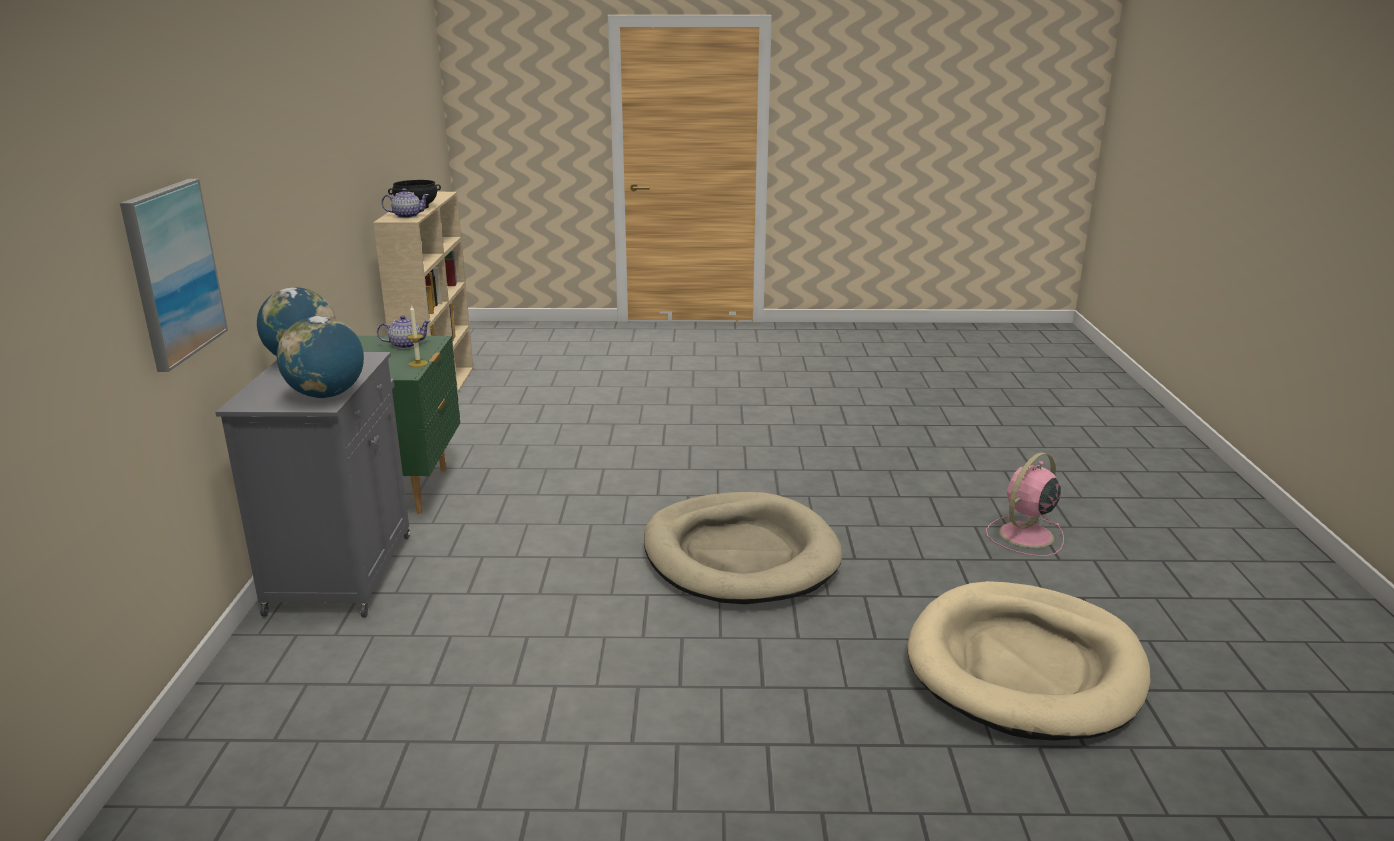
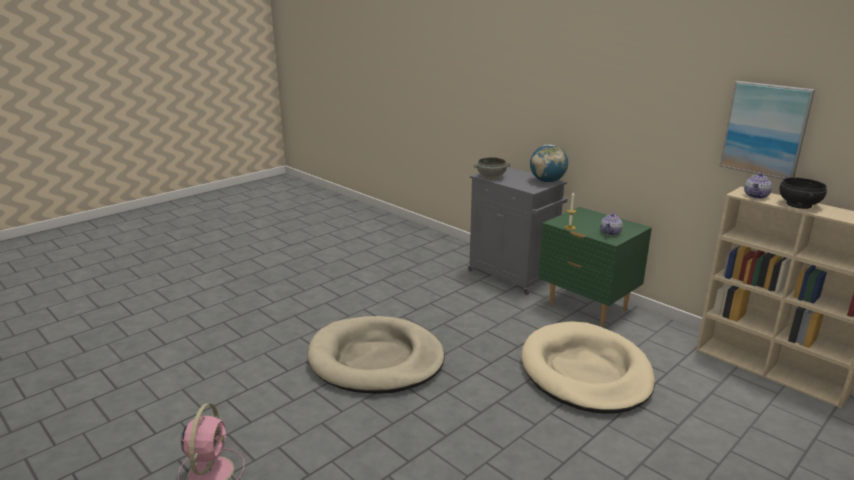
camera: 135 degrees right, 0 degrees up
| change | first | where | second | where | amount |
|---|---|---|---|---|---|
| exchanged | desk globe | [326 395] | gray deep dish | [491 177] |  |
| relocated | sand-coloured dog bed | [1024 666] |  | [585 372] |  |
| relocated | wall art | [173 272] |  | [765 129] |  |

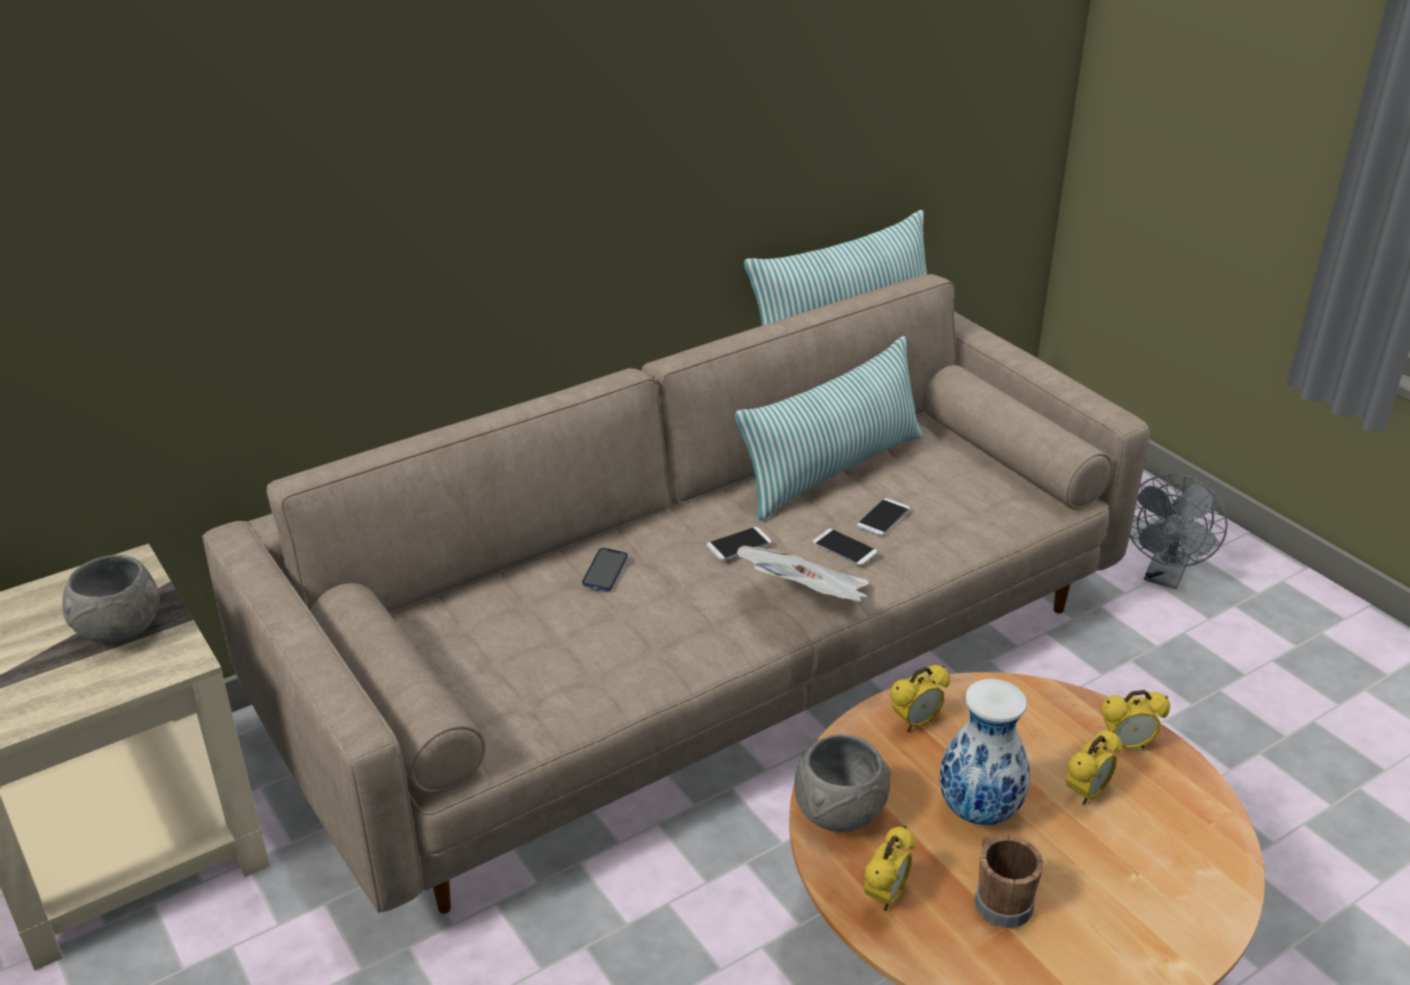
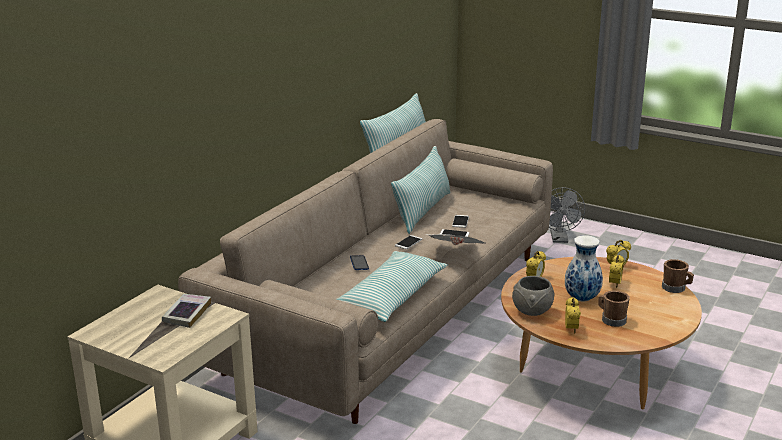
camera: 25 degrees left, 10 degrees down
| change | first | where | second | where | amount |
|---|---|---|---|---|---|
| exchanged | gray deep dish | [123 633] | bound book | [187 314] |  |
| appeared |  |  | cushion | [390 298] |  |
| appeared |  |  | brown coffee mug | [676 288] |  |

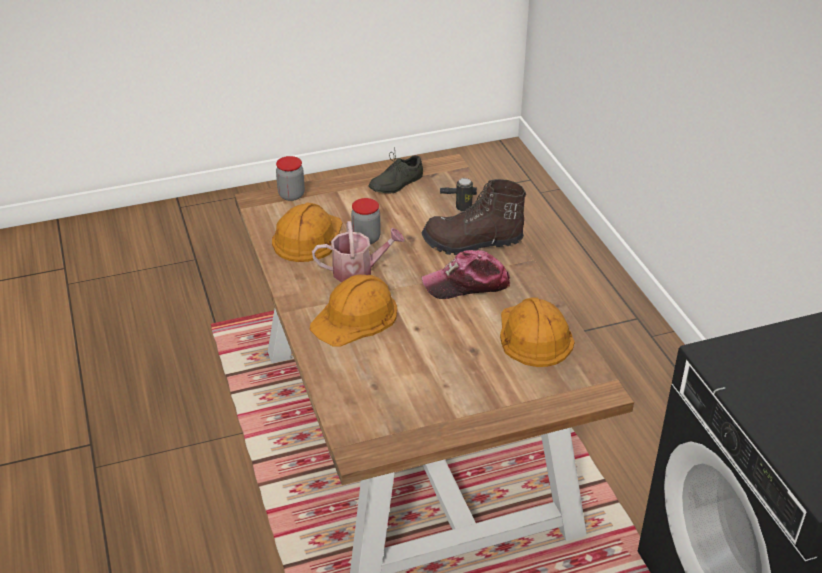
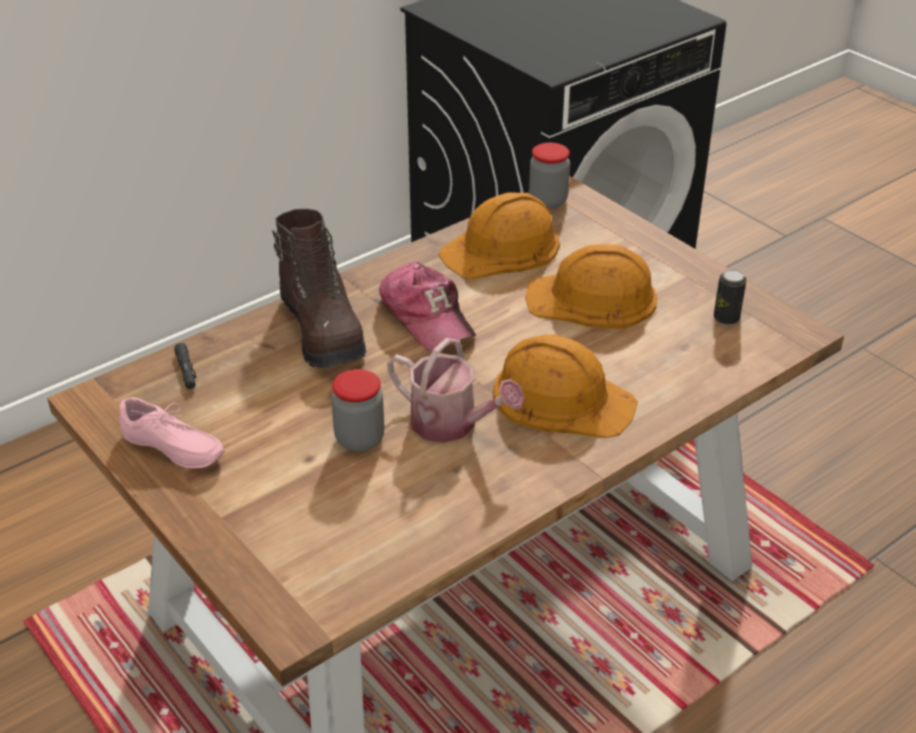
camera: 110 degrees left, 0 degrees up
| change | first | where | second | where | amount |
|---|---|---|---|---|---|
| colour | gray item of footwear | [395 182] | pink item of footwear | [170 449] |  |
| spun | watering can | [358 271] |  | [452 424] | 150 degrees clockwise |
| relocated | orangey safety helmet | [307 237] |  | [593 299] |  |
| relocated | preserve jar | [291 195] |  | [548 201] |  |
| relocated | metal can | [463 207] |  | [726 318] |  |

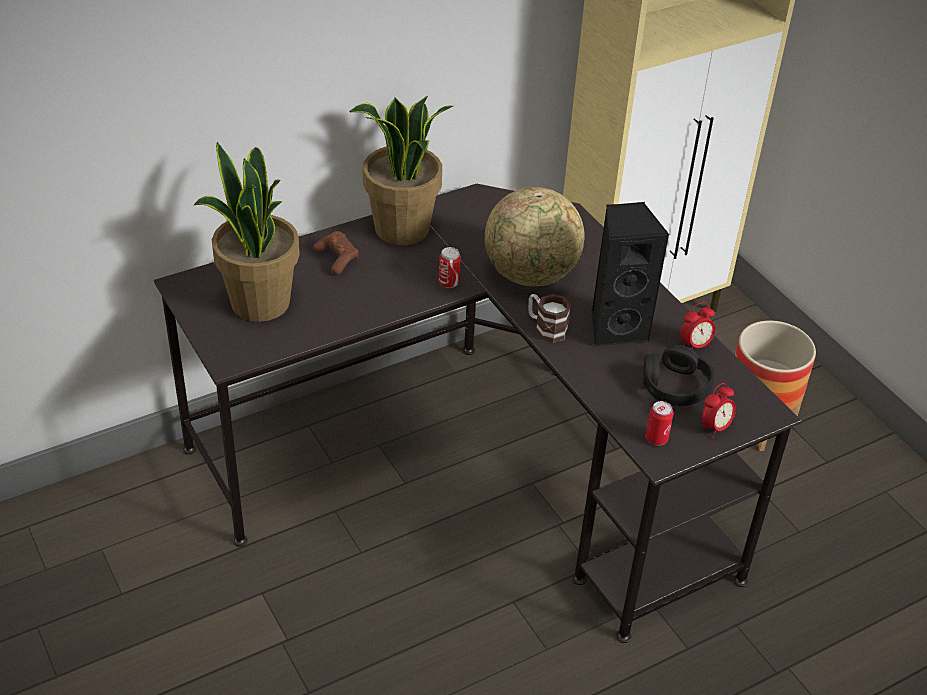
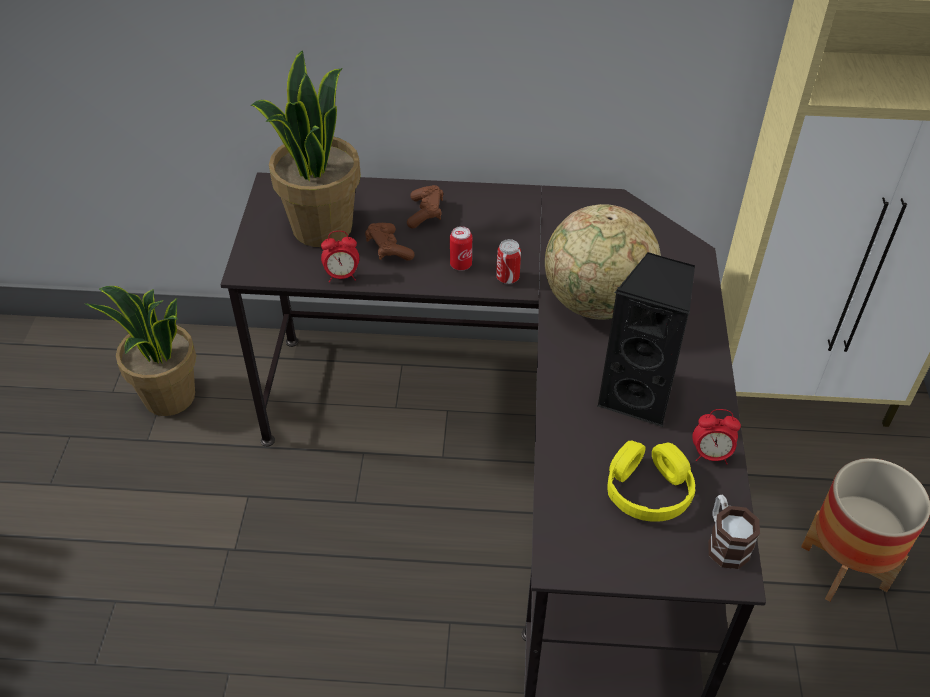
camera: 35 degrees right, 5 degrees up
| change | first | where | second | where | amount |
|---|---|---|---|---|---|
| relocated | houseplant | [402 230] |  | [168 397] |  |
| relocated | table clock | [715 427] |  | [342 276] |  |
| appeared |  |  | brown joypad | [388 249] |  |
| relocated | metal can | [656 439] |  | [461 264] |  |
| colour | black pair of headphones | [675 386] | yellow-coloured pair of headphones | [648 490] |  |
| relocated | coffee mug | [545 328] |  | [724 542] |  |

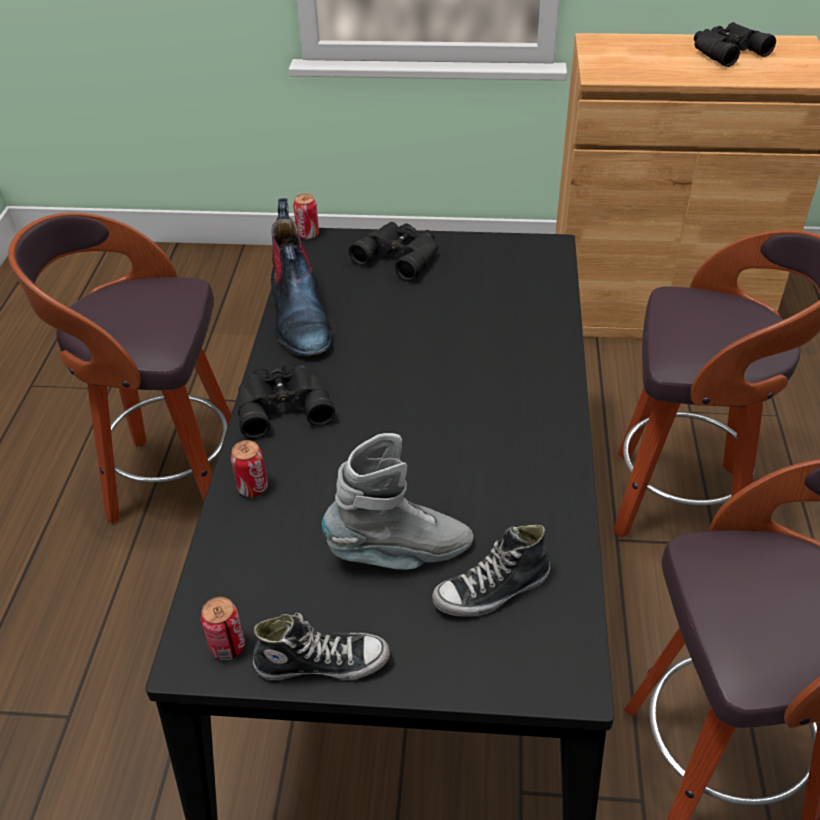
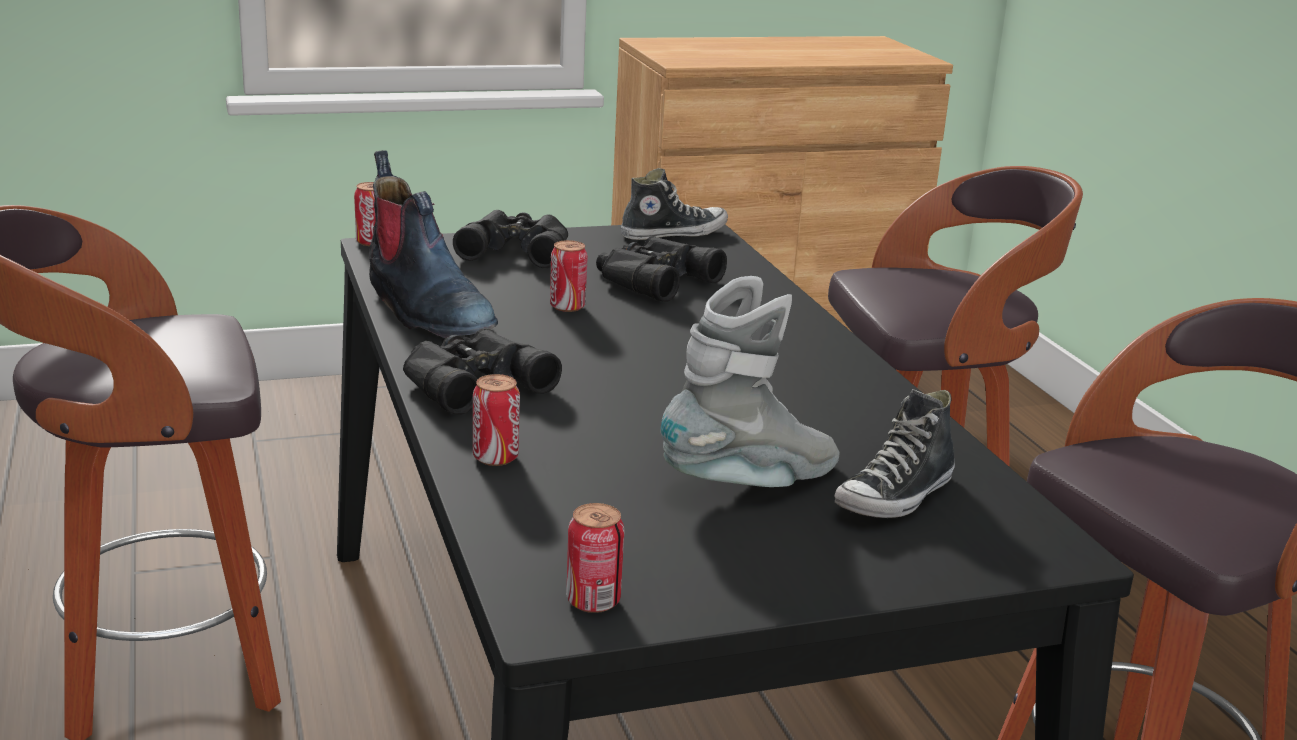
camera: 25 degrees left, 20 degrees down
| change | first | where | second | where | amount |
|---|---|---|---|---|---|
| appeared |  |  | metal can | [567 306] |  |
| relocated | black field glasses | [725 51] |  | [651 280] |  |
| relocated | item of footwear | [322 662] |  | [673 233] |  |

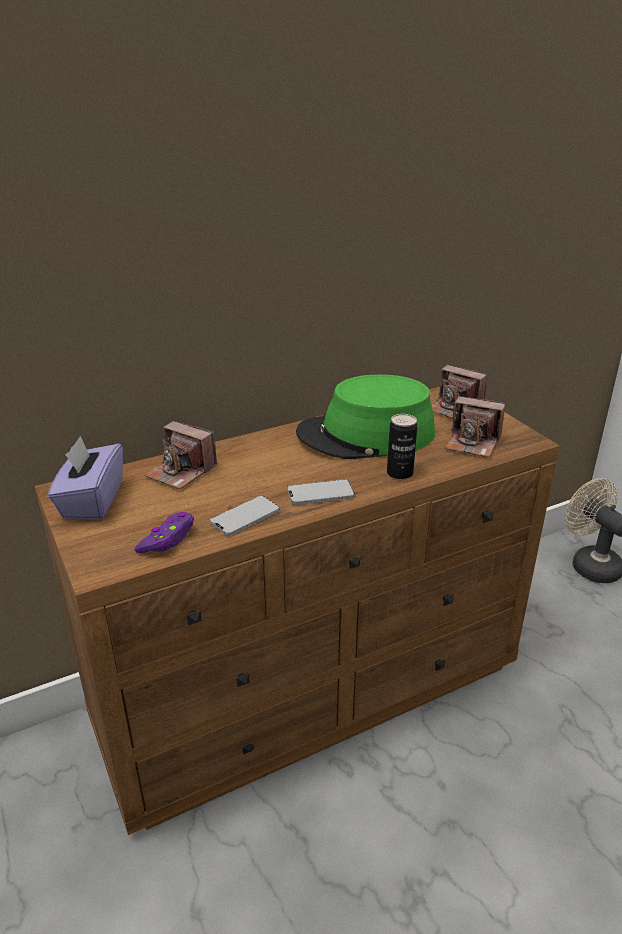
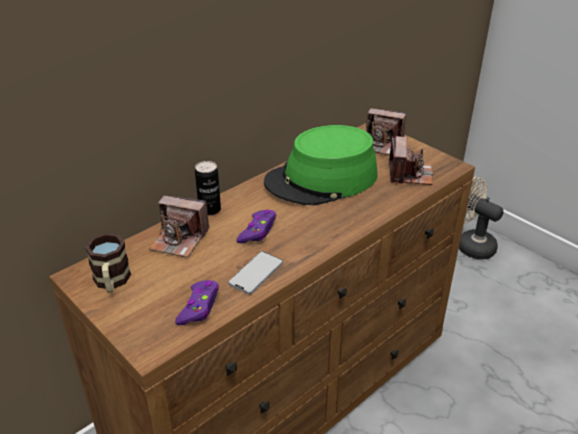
camera: 15 degrees left, 5 degrees up
| change | first | where | second | where | amount |
|---|---|---|---|---|---|
| exchanged | purple-coloured box of tissues | [92 501] | coffee mug | [112 282] |  |
| relocated | metal can | [399 473] |  | [209 210] |  |
| appeared |  |  | purple-coloured joypad | [258 231] |  |
| spun | still camera | [473 443] |  | [409 174] | 90 degrees counterclockwise |
| missing | telephone | [320 493] |  |  |  |

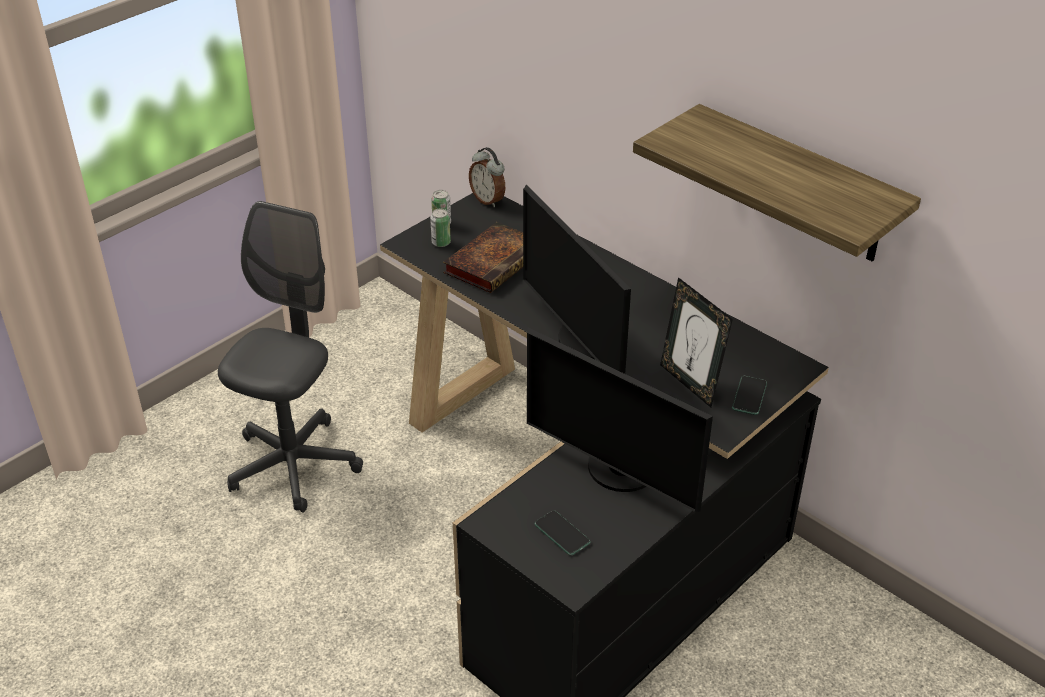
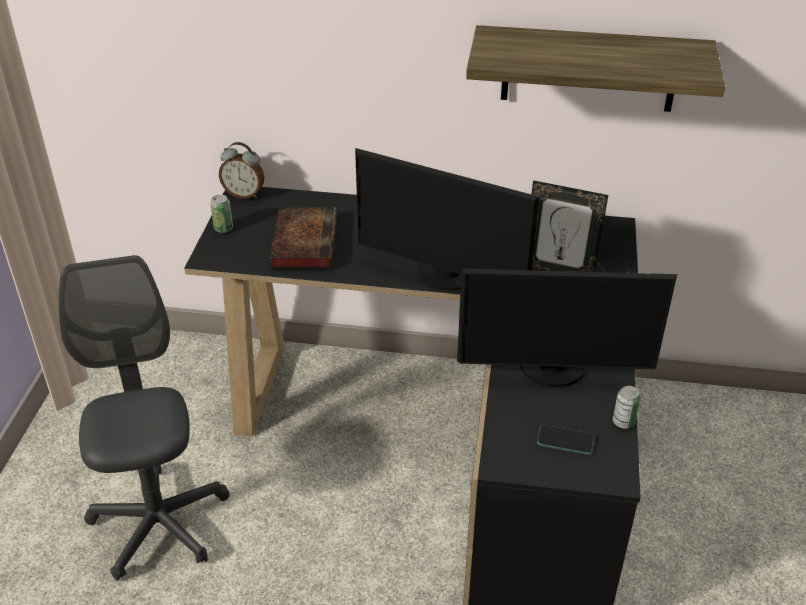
camera: 35 degrees left, 0 degrees up
| change | first | where | second | where | amount |
|---|---|---|---|---|---|
| relocated | metal can | [441 243] |  | [623 422] |  |

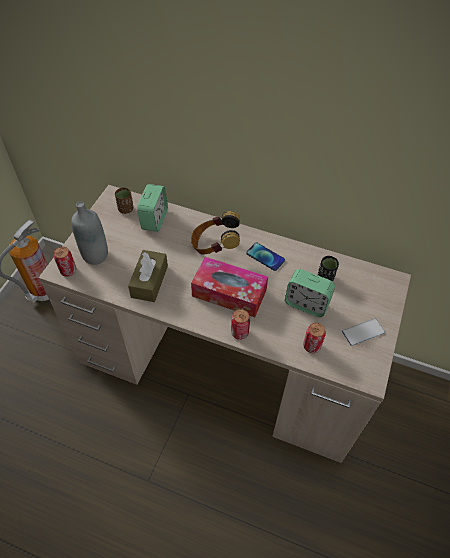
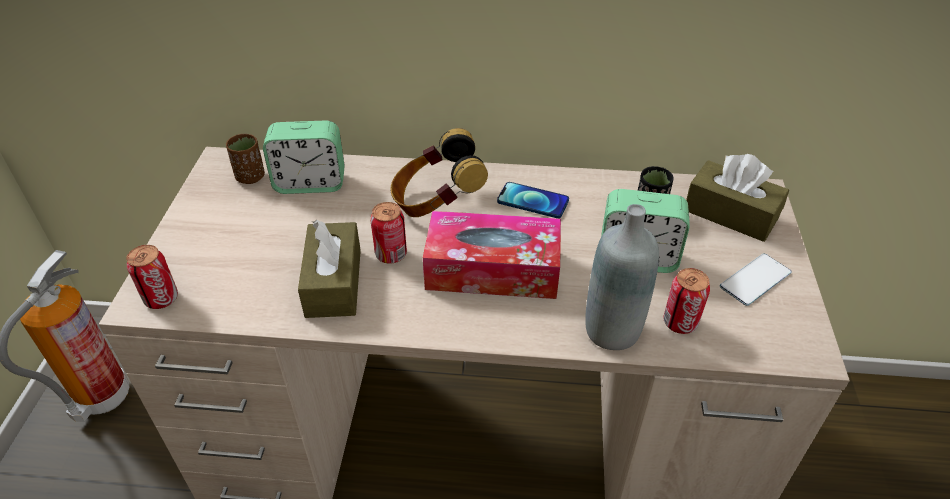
camera: 15 degrees left, 10 degrees down
| change | first | where | second | where | amount |
|---|---|---|---|---|---|
| spun | table clock | [154 219] |  | [310 183] | 90 degrees clockwise |
| relocated | metal can | [239 333] |  | [391 254] |  |
| relocated | gray beverage bottle | [95 255] |  | [612 330] |  |
| appeared |  |  | brown box of tissues | [730 214] |  |

